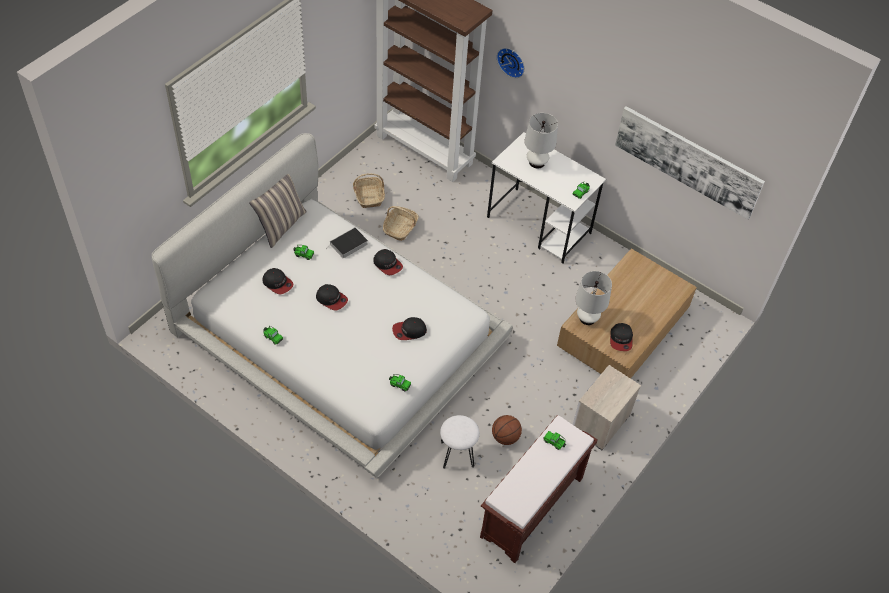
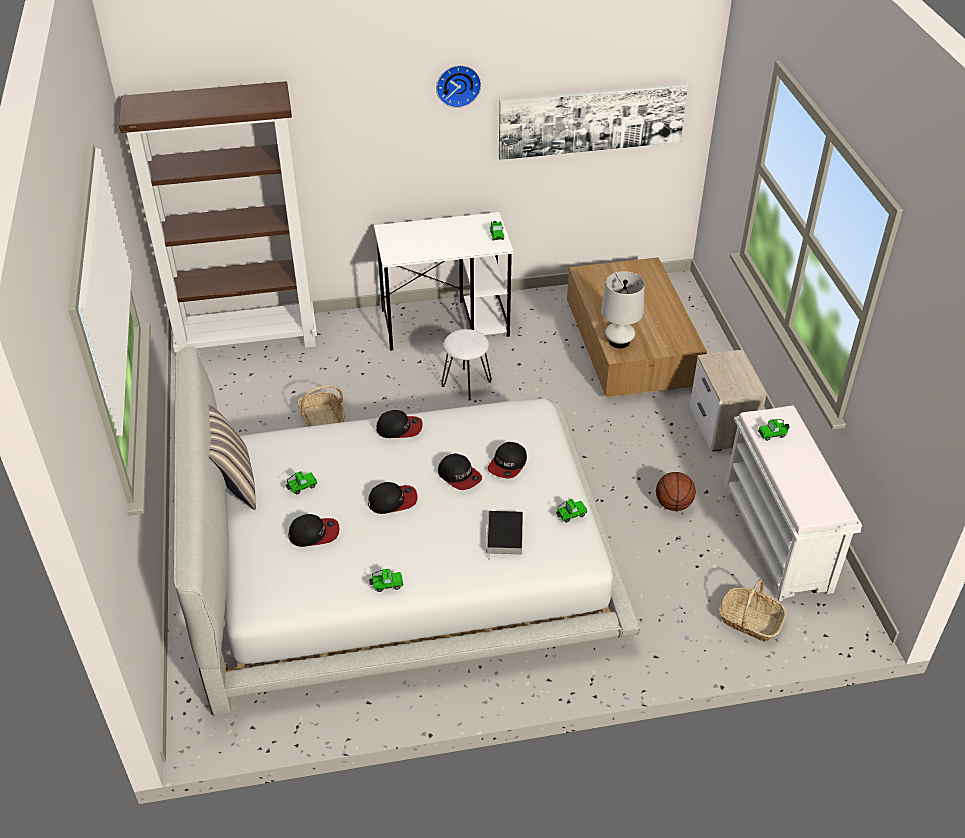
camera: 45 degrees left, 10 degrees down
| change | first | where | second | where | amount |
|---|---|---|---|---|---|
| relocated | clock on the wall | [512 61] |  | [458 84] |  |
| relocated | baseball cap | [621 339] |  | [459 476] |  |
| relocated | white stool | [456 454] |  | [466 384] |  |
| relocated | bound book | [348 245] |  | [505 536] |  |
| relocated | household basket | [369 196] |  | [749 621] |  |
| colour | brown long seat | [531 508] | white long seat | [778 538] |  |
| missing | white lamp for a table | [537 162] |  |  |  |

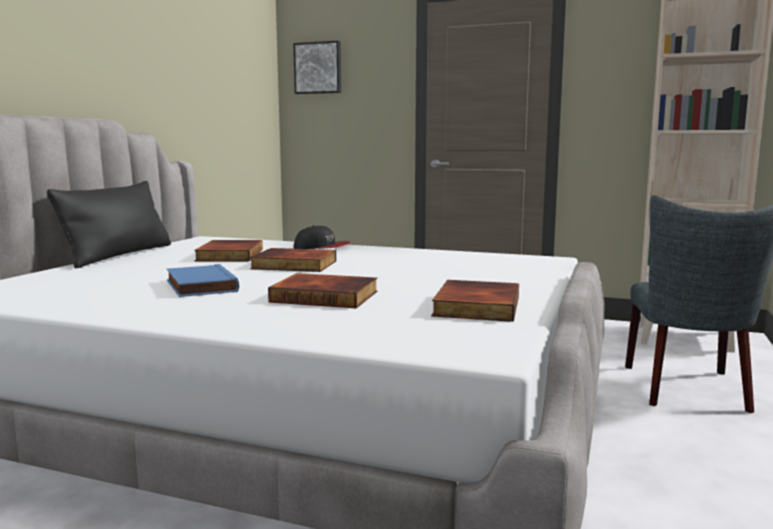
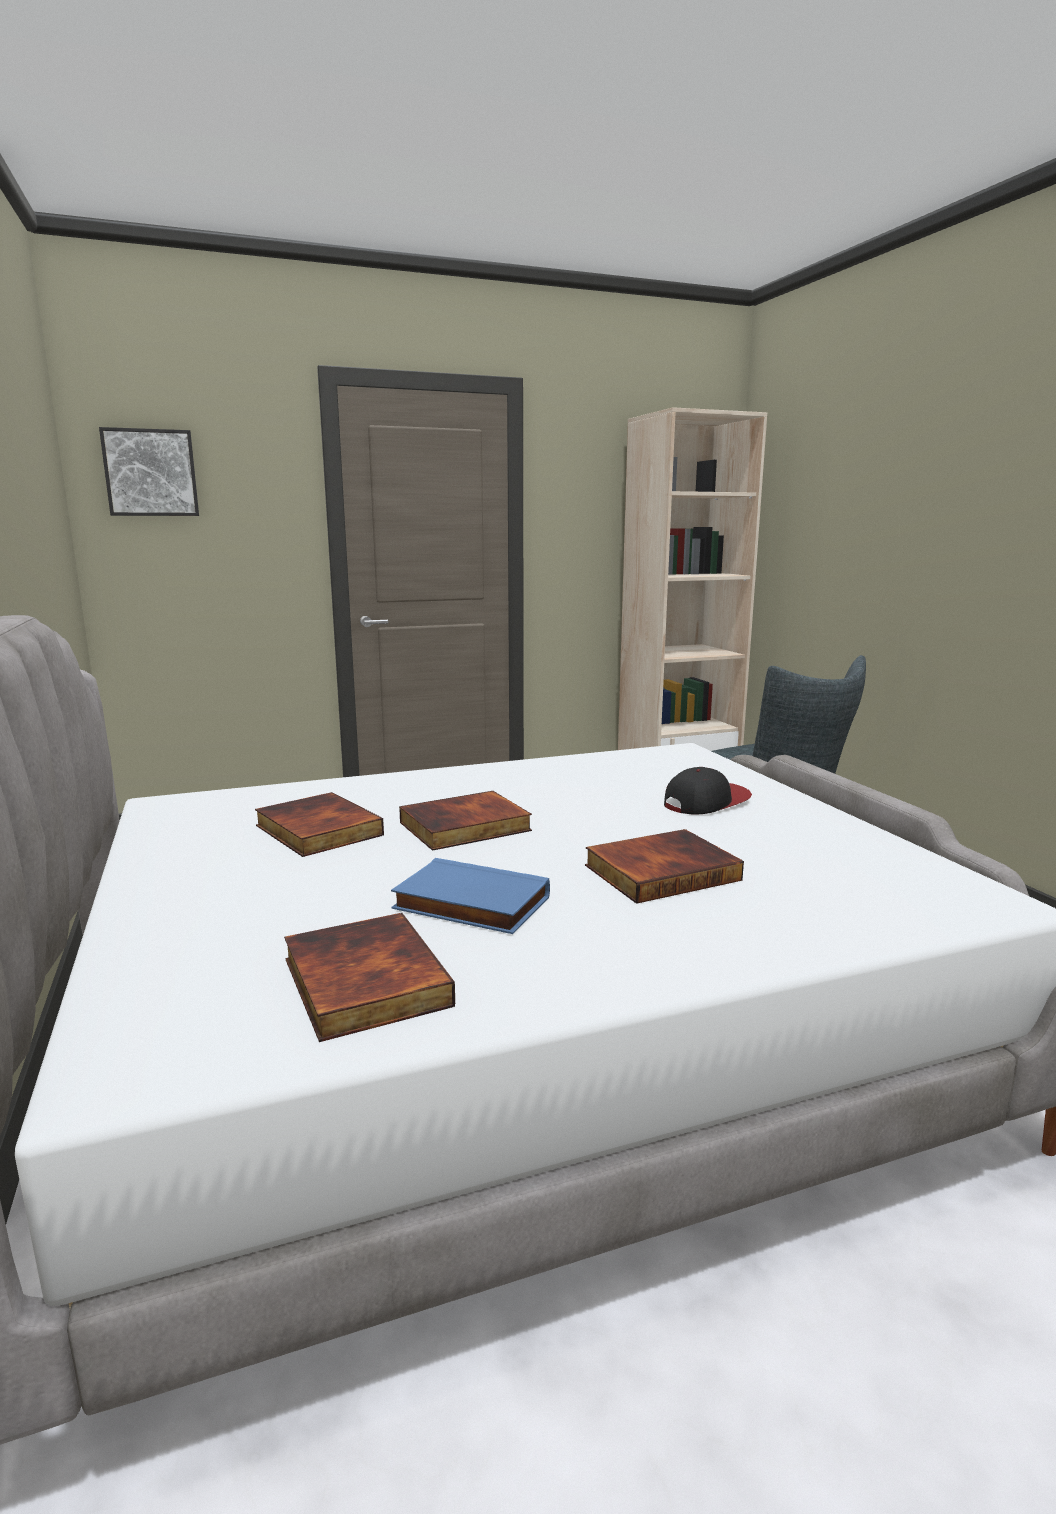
camera: 40 degrees left, 5 degrees up
| change | first | where | second | where | amount |
|---|---|---|---|---|---|
| relocated | bound book | [475 306] |  | [362 982] |  |
| relocated | baseball cap | [322 248] |  | [706 802] |  |
| missing | black cushion | [119 255] |  |  |  |

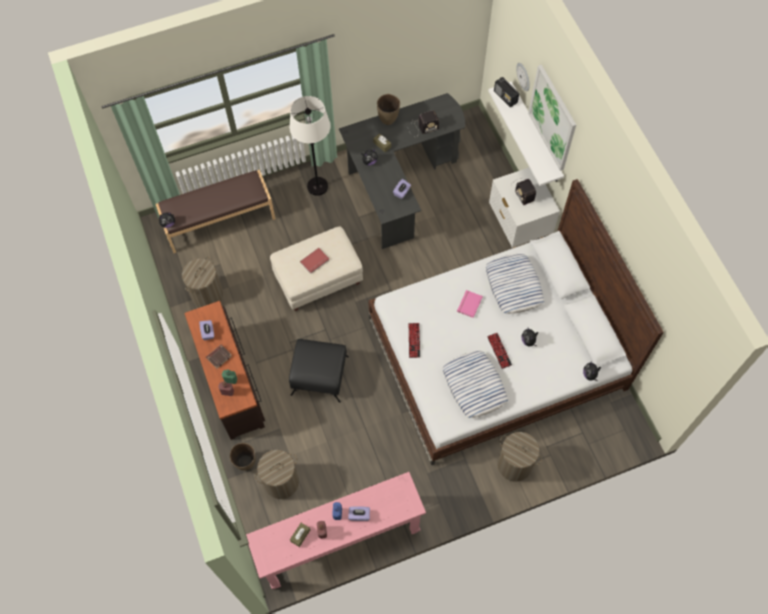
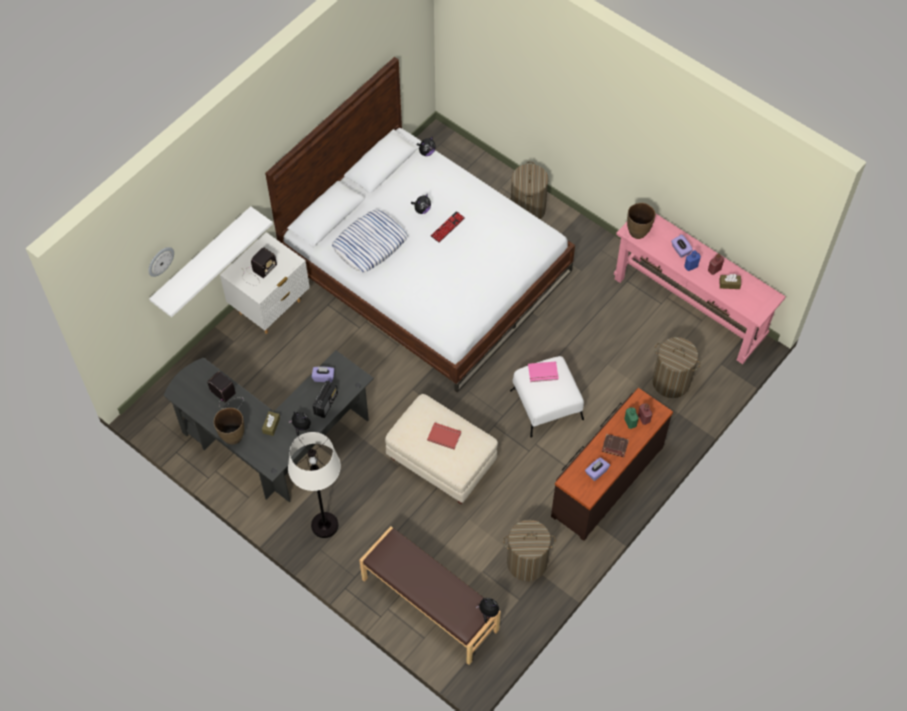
camera: 120 degrees left, 5 degrees down
| change | first | where | second | where | amount |
|---|---|---|---|---|---|
| relocated | radio receiver | [505 97] |  | [326 403] |  |
| colour | black ottoman | [319 375] | white ottoman | [546 405] |  |
| relocated | pink bound book | [468 304] |  | [543 373] |  |
| relocated | brown vase | [246 463] |  | [638 232] |  |
| missing | PC keyboard | [414 340] |  |  |  |
| missing | cushion | [474 386] |  |  |  |
| missing | wall art | [552 118] |  |  |  |

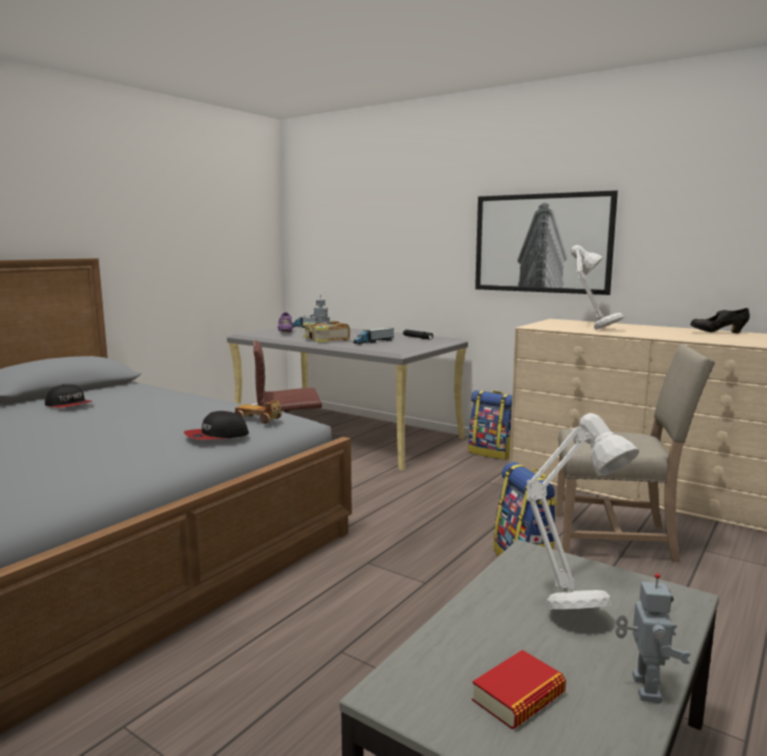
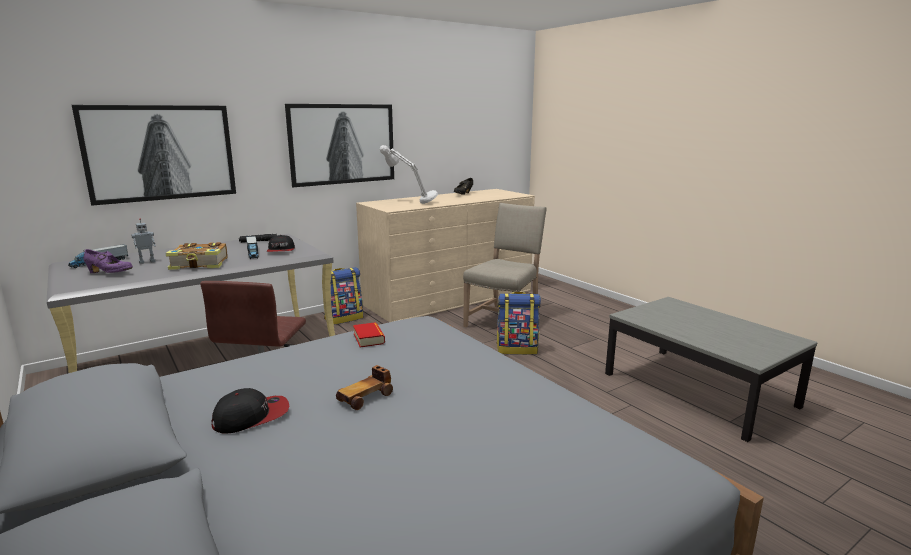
camera: 70 degrees left, 5 degrees up
| change | first | where | second | where | amount |
|---|---|---|---|---|---|
| appeared |  |  | wall art | [160 153] |  |
| relocated | baseball cap | [216 436] |  | [281 250] |  |
| relocated | toy car | [258 419] |  | [366 397] |  |
| relocated | bound book | [518 697] |  | [369 338] |  |
| missing | gray lamp for a table | [577 589] |  |  |  |
| missing | model robot | [643 688] |  |  |  |

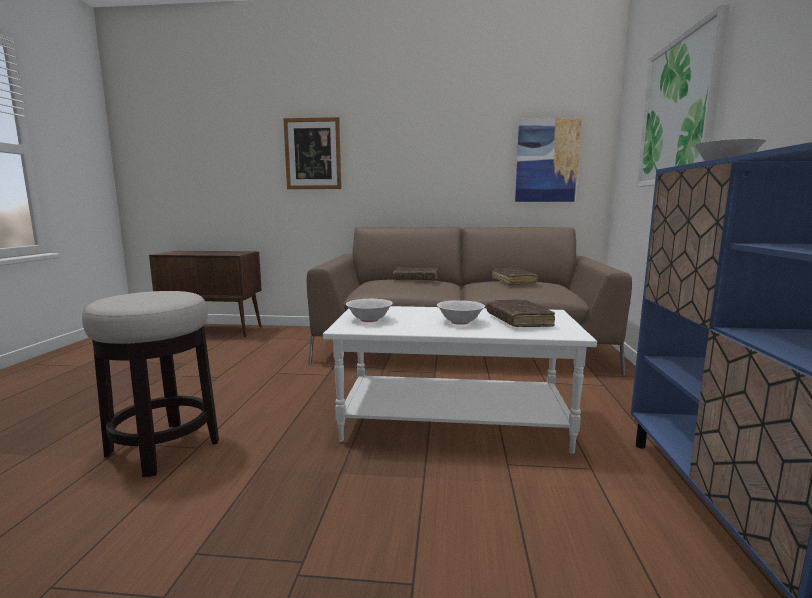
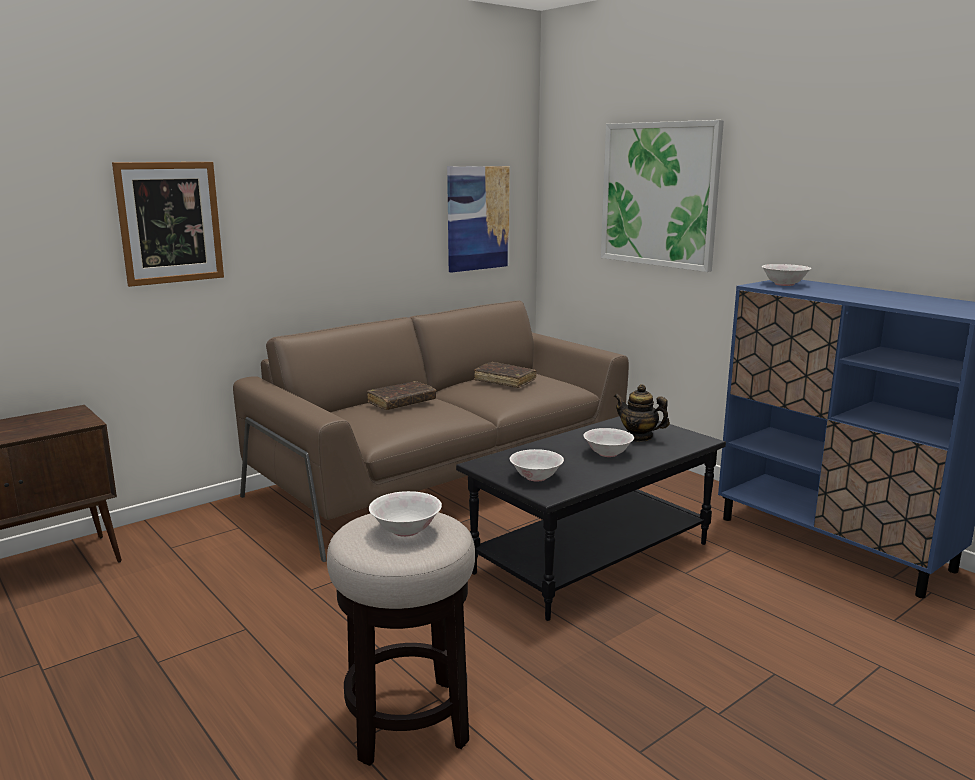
camera: 45 degrees left, 5 degrees up
| change | first | where | second | where | amount |
|---|---|---|---|---|---|
| appeared |  |  | white deep dish | [406 530] |  |
| colour | white low table | [454 421] | black low table | [592 557] |  |
| exchanged | brown bound book | [518 320] | teapot | [639 437] |  |

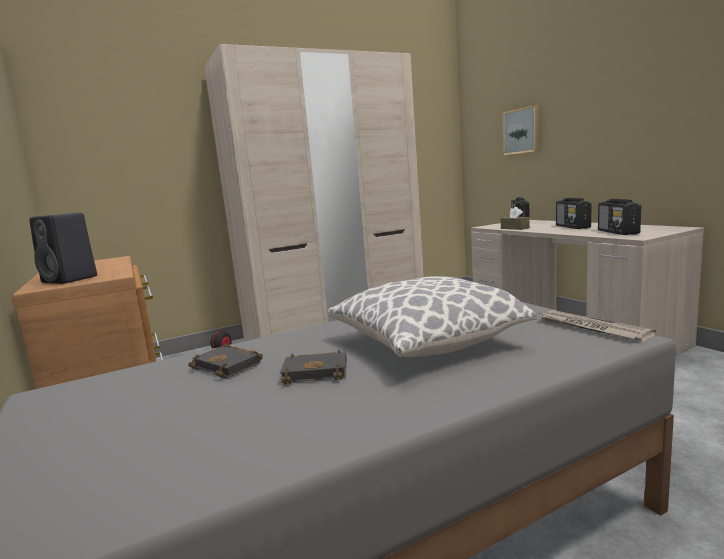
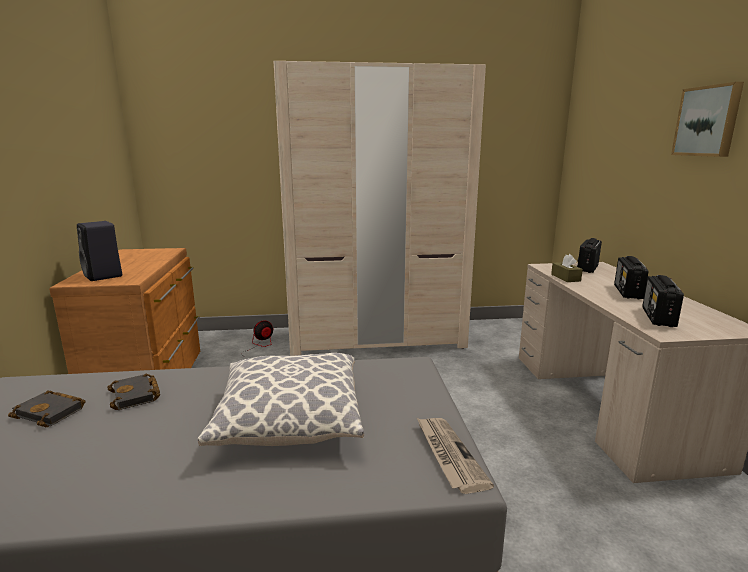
camera: 20 degrees right, 5 degrees up
| change | first | where | second | where | amount |
|---|---|---|---|---|---|
| relocated | black bound book | [317 372] |  | [52 412] |  |
| relocated | wall art | [522 131] |  | [708 121] |  |

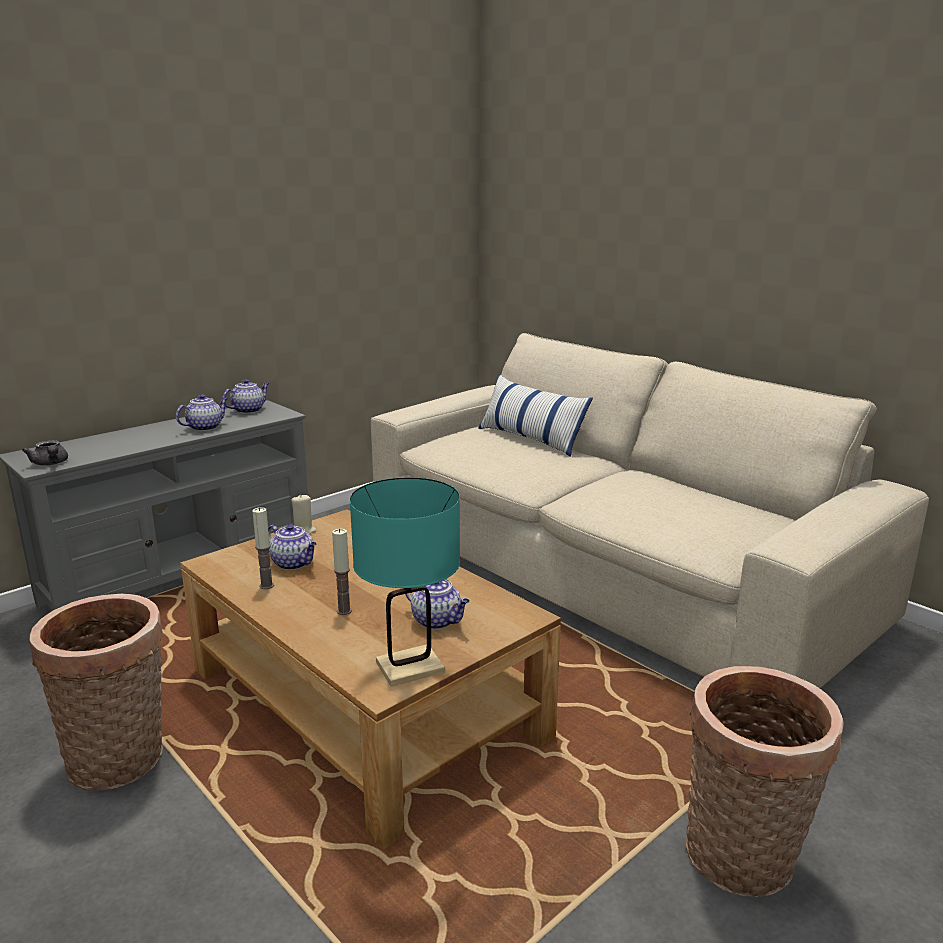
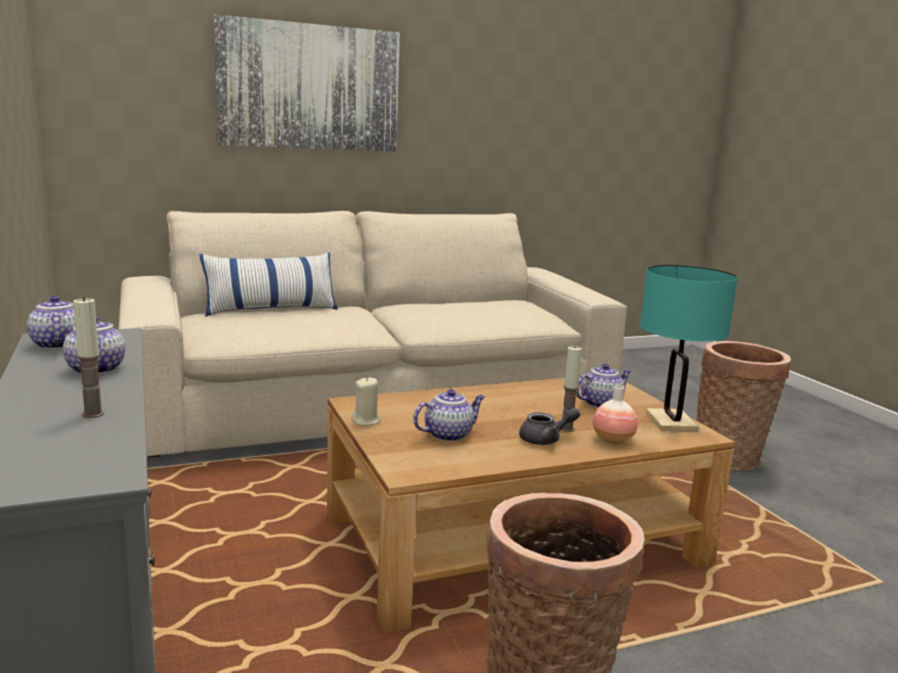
camera: 70 degrees left, 5 degrees down
| change | first | where | second | where | amount |
|---|---|---|---|---|---|
| relocated | wax light | [267 585] |  | [93 414] |  |
| appeared |  |  | wall art | [309 87] |  |
| relocated | gray teapot | [50 464] |  | [546 439] |  |
| appeared |  |  | vase | [613 440] |  |

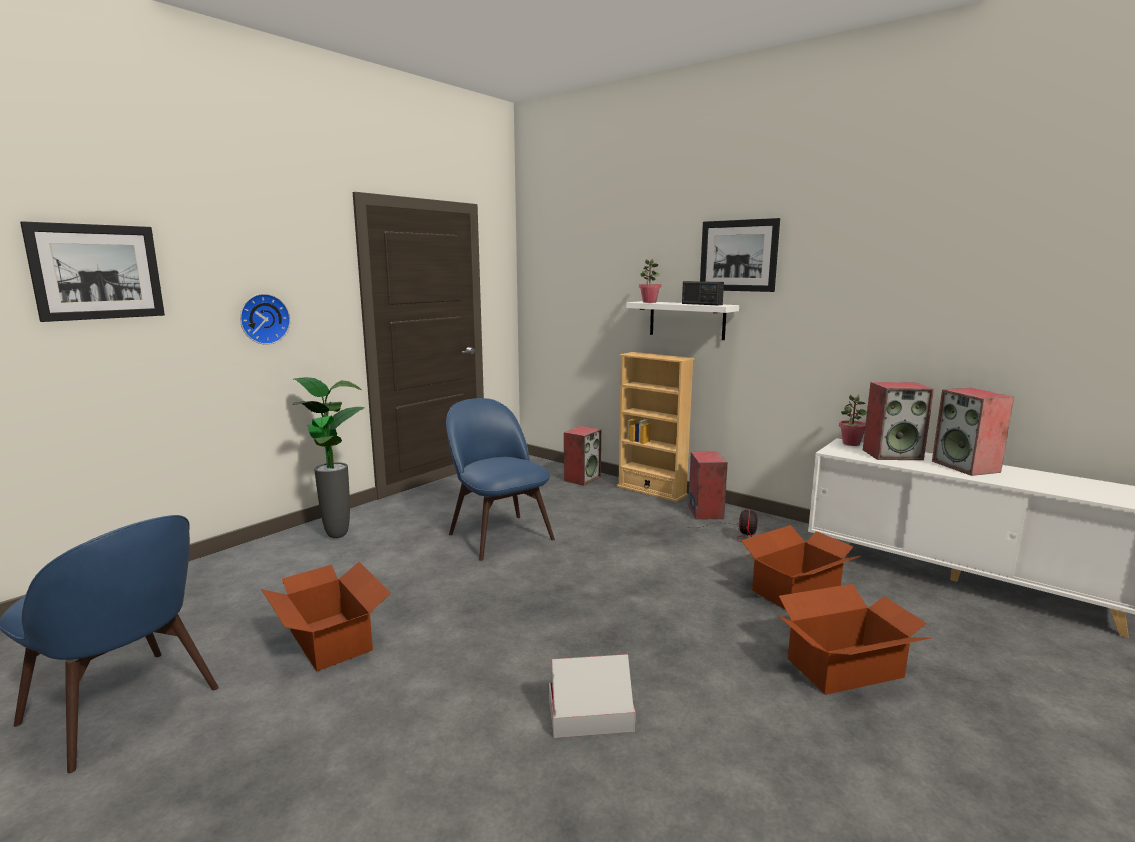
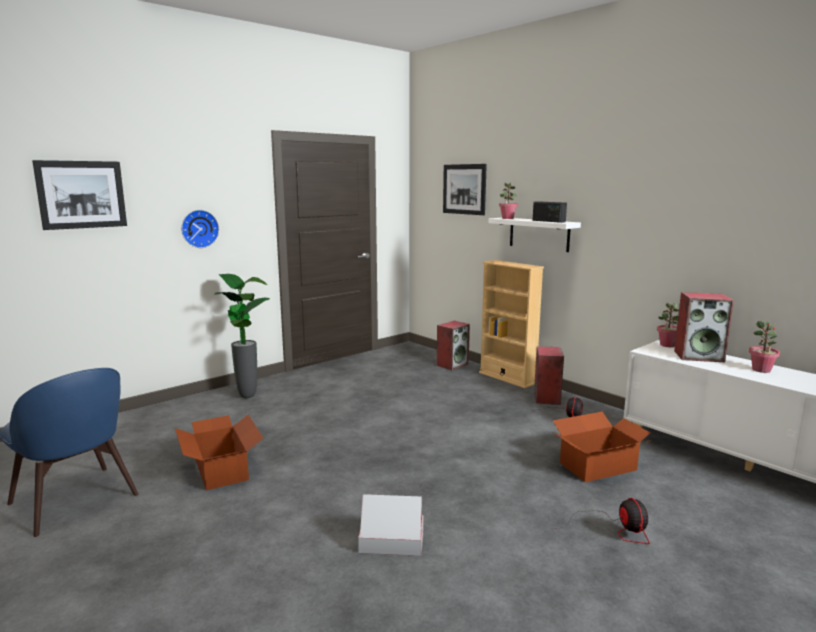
camera: 10 degrees right, 0 degrees up
| change | first | where | second | where | amount |
|---|---|---|---|---|---|
| relocated | wall art | [738 255] |  | [464 189] |  |
| exchanged | packing box | [846 668] | fan | [613 529] |  |
| exchanged | loudspeaker | [966 467] | houseplant | [761 370] |  |
| missing | blue chair | [499 535] |  |  |  |

